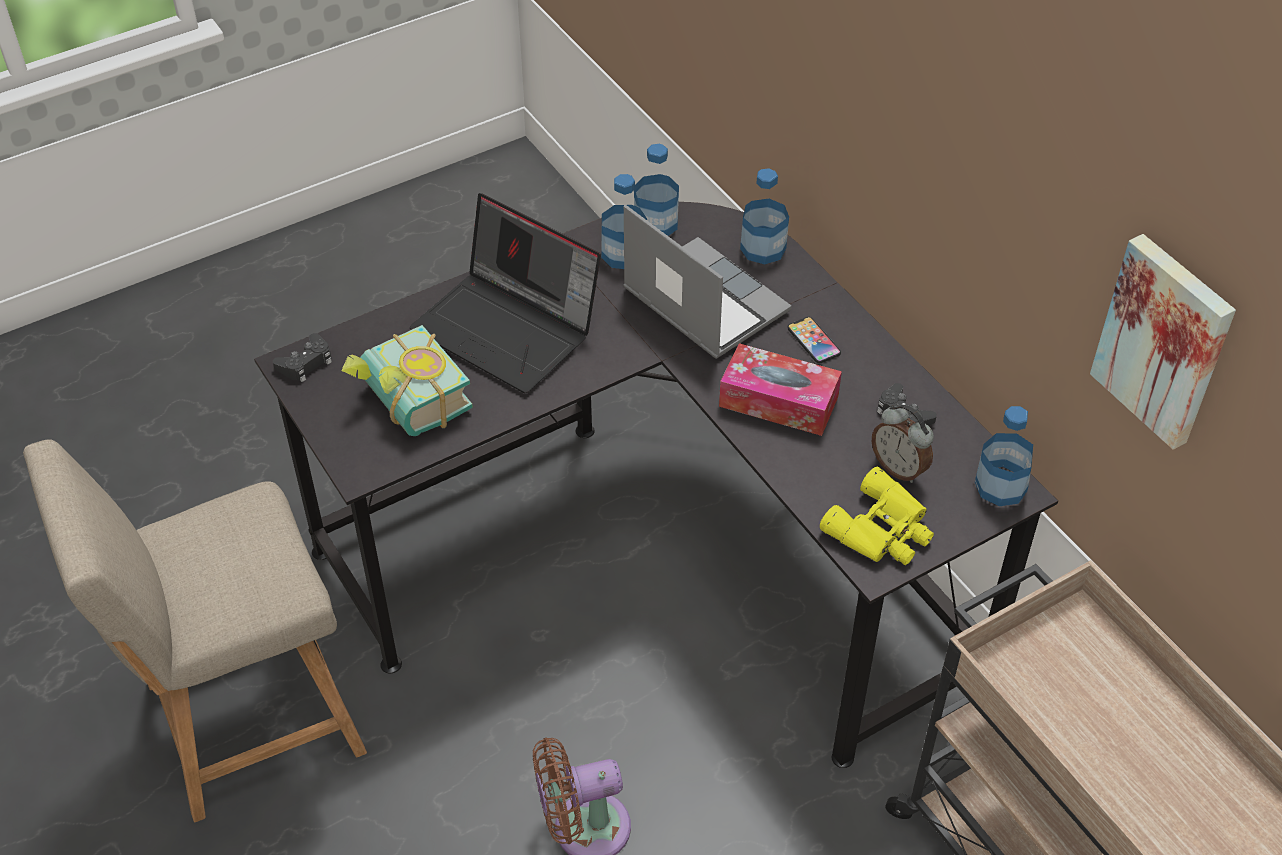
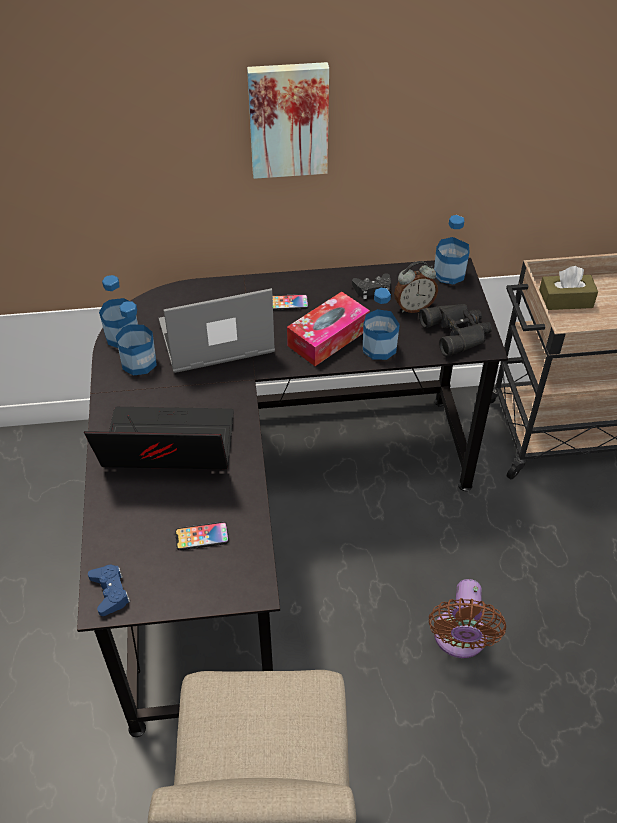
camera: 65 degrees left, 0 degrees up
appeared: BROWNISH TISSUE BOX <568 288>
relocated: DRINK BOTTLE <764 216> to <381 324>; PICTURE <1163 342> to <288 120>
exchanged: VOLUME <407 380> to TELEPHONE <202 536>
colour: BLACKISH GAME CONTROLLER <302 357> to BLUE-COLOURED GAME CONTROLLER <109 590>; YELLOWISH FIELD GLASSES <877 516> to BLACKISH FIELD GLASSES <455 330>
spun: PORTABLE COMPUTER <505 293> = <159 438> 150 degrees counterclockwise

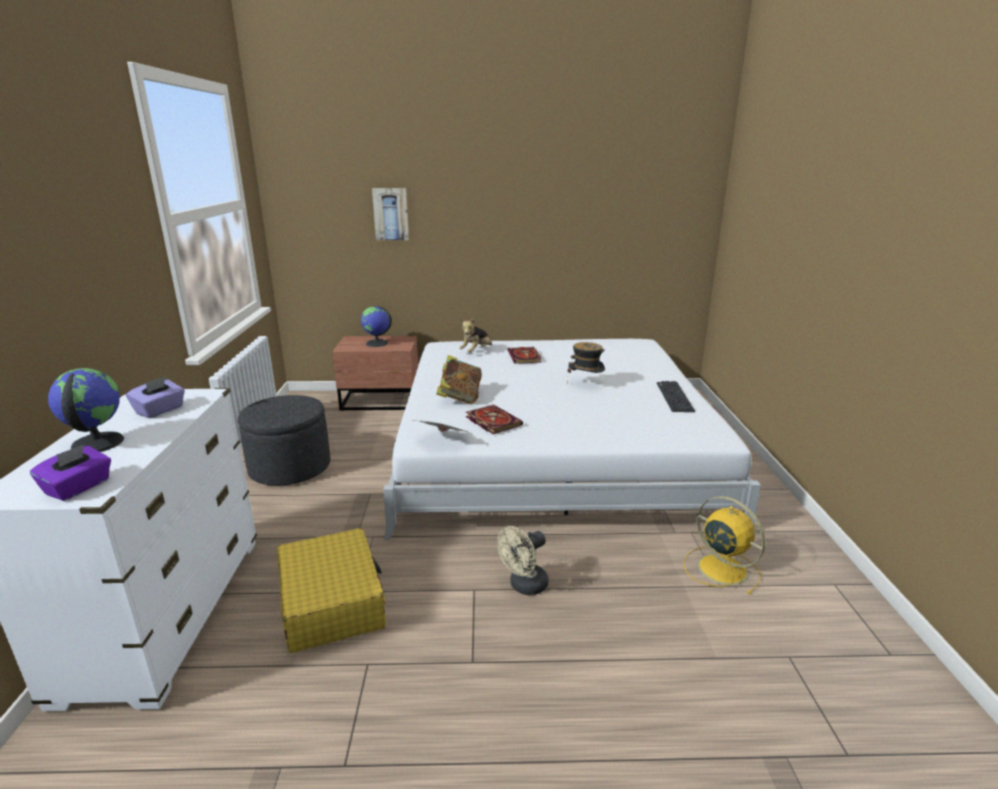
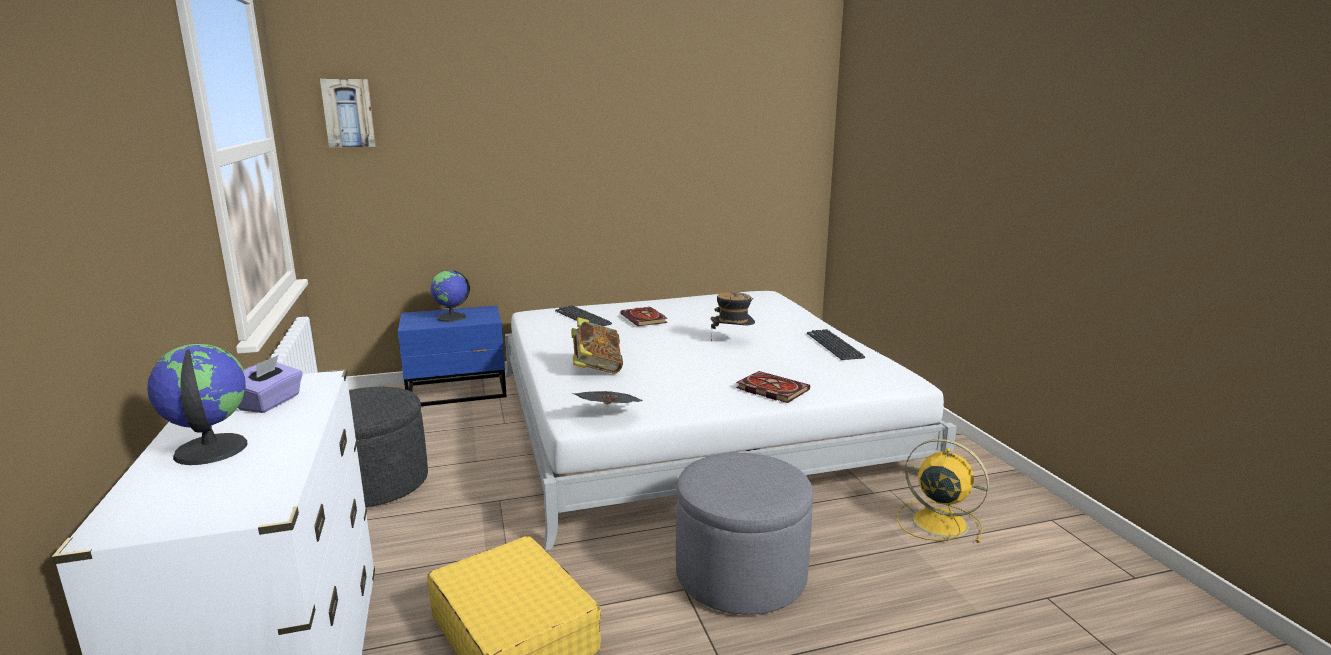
camera: 15 degrees left, 5 degrees down
missing: PURPLE TISSUE BOX <70 472>
relocated: PICTURE <390 214> to <348 113>; VOLUME <494 419> to <773 387>
exchanged: CUDDLY TOY <475 335> to COMPUTER KEYBOARD <583 315>; BEIGE-COLOURED ELECTRIC FAN <523 560> to GREY POUFFE <744 534>
colour: BROWNISH NIGHTSTAND <375 373> to BLUE-COLOURED NIGHTSTAND <452 356>

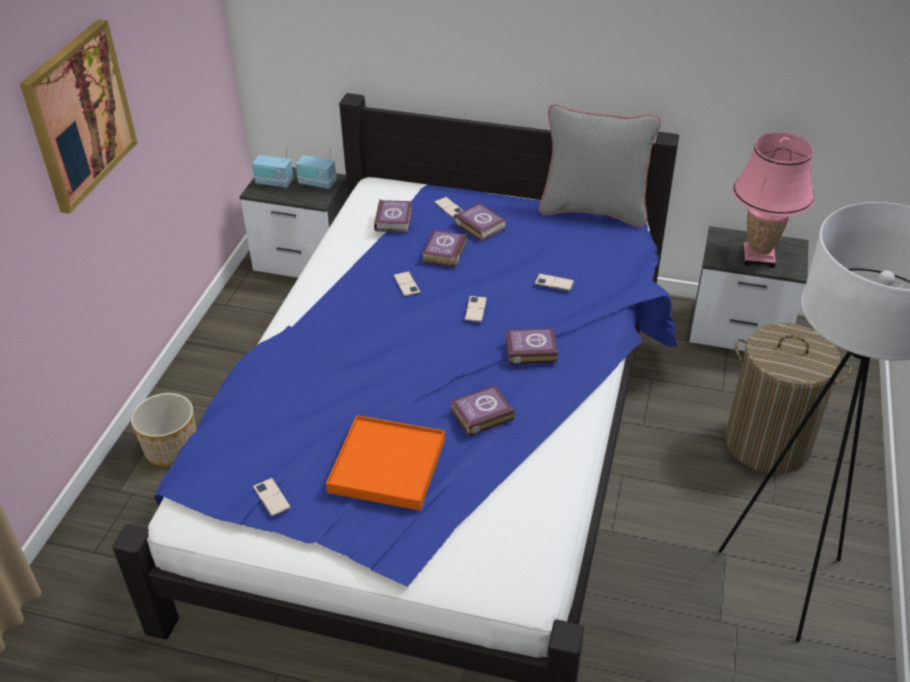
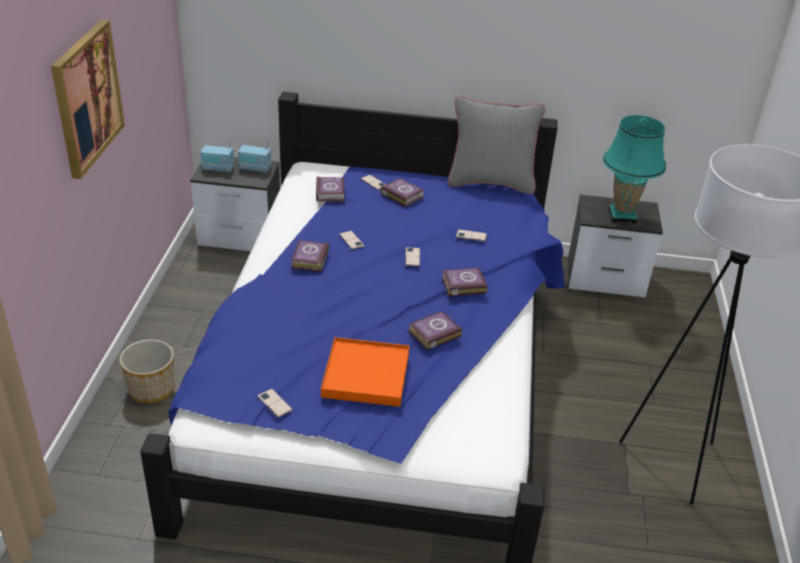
camera: 10 degrees left, 5 degrees down
missing: LAUNDRY BASKET <788 398>
relocated: VOLUME <444 248> to <310 256>
colour: PINK-COLOURED TABLE LAMP <773 200> to TURQUOISE-COLOURED TABLE LAMP <634 169>

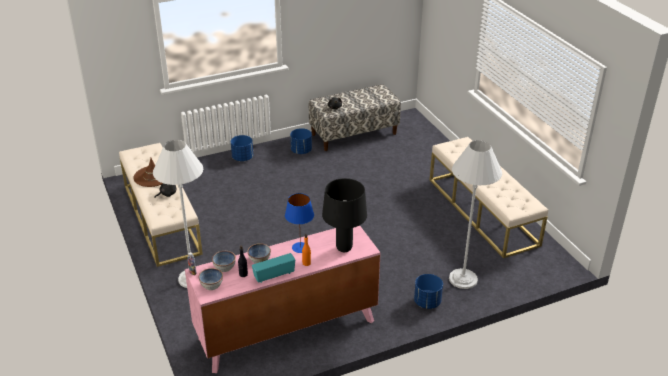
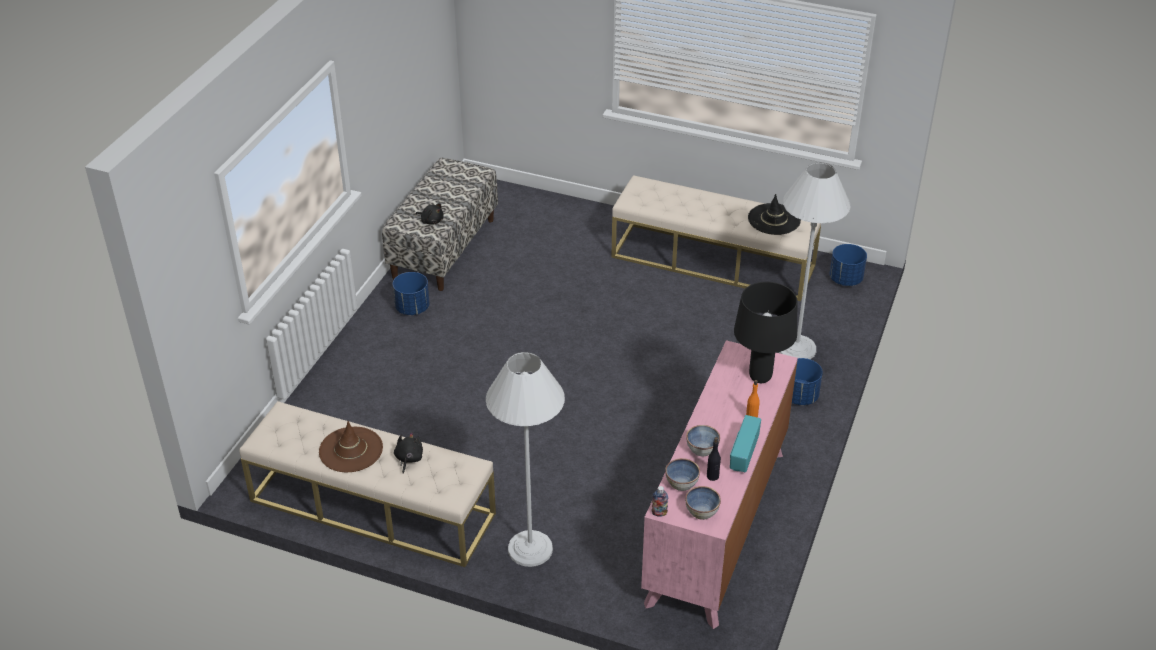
camera: 45 degrees left, 5 degrees up
missing: BLUE-COLOURED TABLE LAMP <299 223>
appeared: BLACKISH CLOTHING HAT <774 214>
relocated: BLUE-COLOURED PLANT POT <242 148> to <848 265>

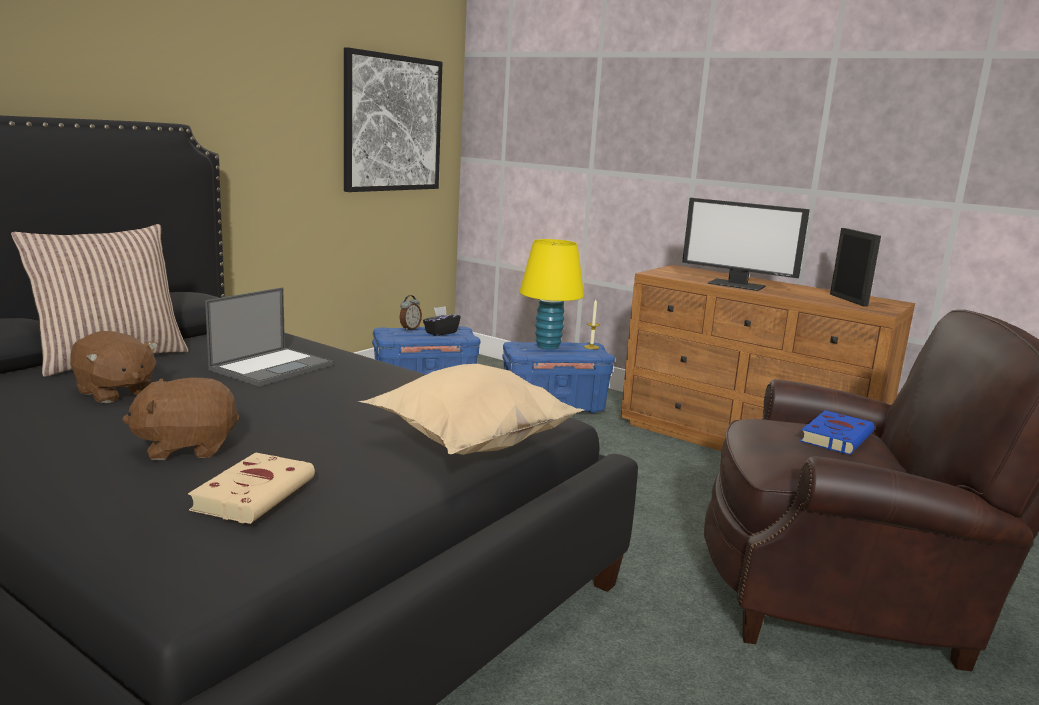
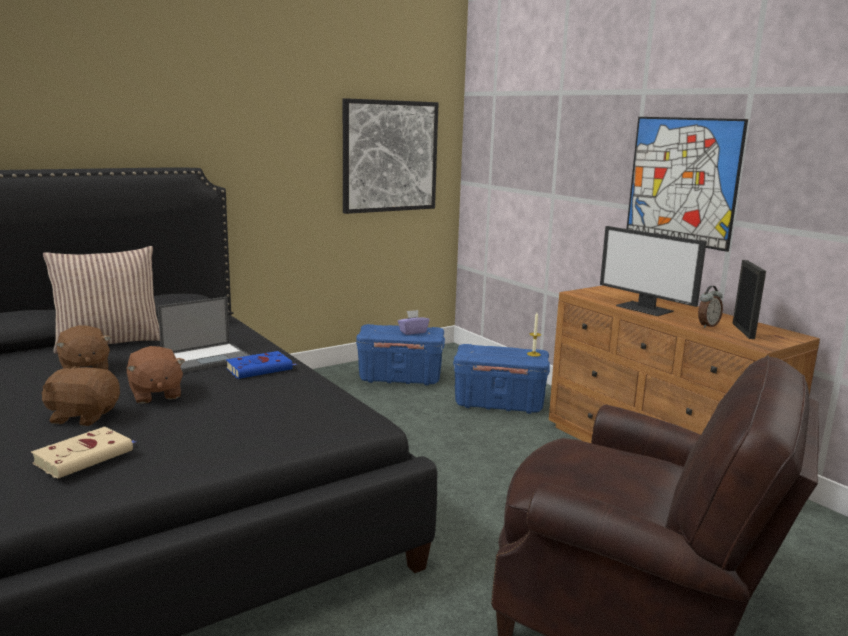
camera: 20 degrees right, 0 degrees up
missing: BEIGE-COLOURED PILLOW <471 409>; YELLOWISH TABLE LAMP <551 294>
appeared: BROWNISH CUDDLY TOY <155 375>; PICTURE <687 184>
relocated: ALARM CLOCK <411 313> to <710 307>; BLUE-COLOURED VOLUME <837 432> to <262 365>
colour: BLACKISH TISSUE BOX <442 321> to PURPLE TISSUE BOX <413 322>

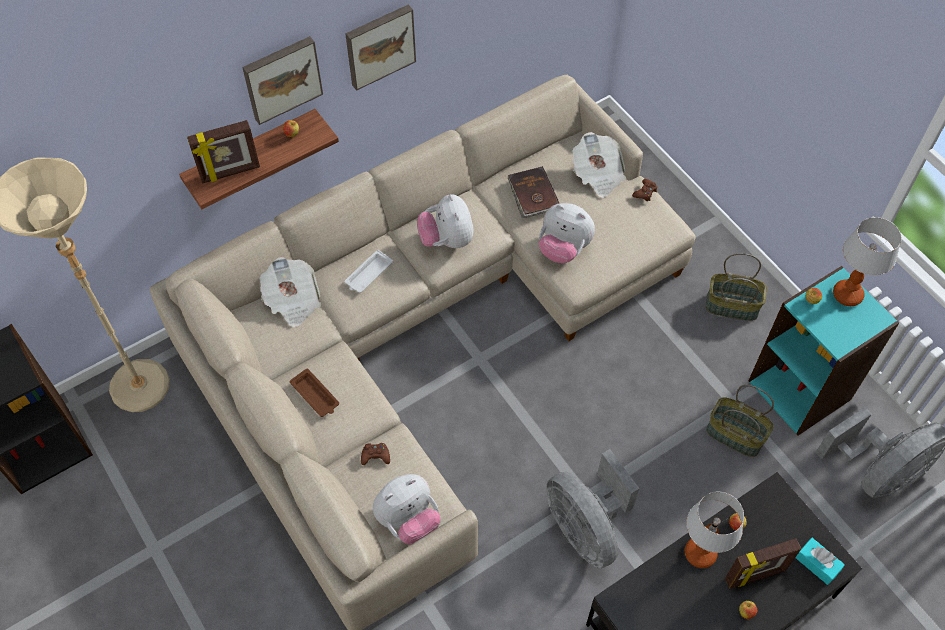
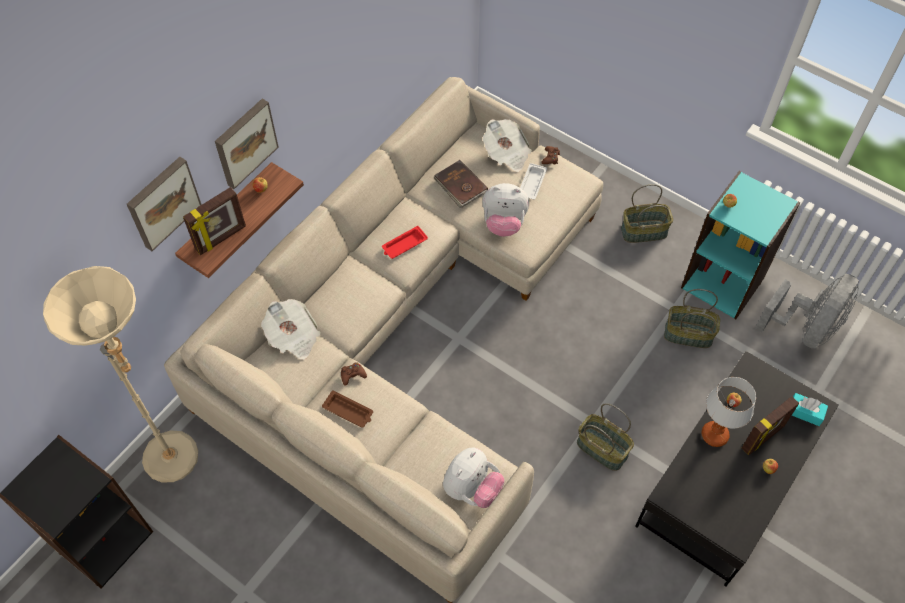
camera: 20 degrees left, 0 degrees up
missing: TABLE LAMP <867 261>
relocated: PICTURE <380 48> to <164 204>; WHITE TRAY <369 271> to <533 181>; BROWNISH GAME CONTROLLER <375 454> to <354 374>
exchanged: CUDDLY TOY <445 221> to RED TRAY <405 242>; GREY ELECTRIC FAN <592 509> to BASKET <605 437>

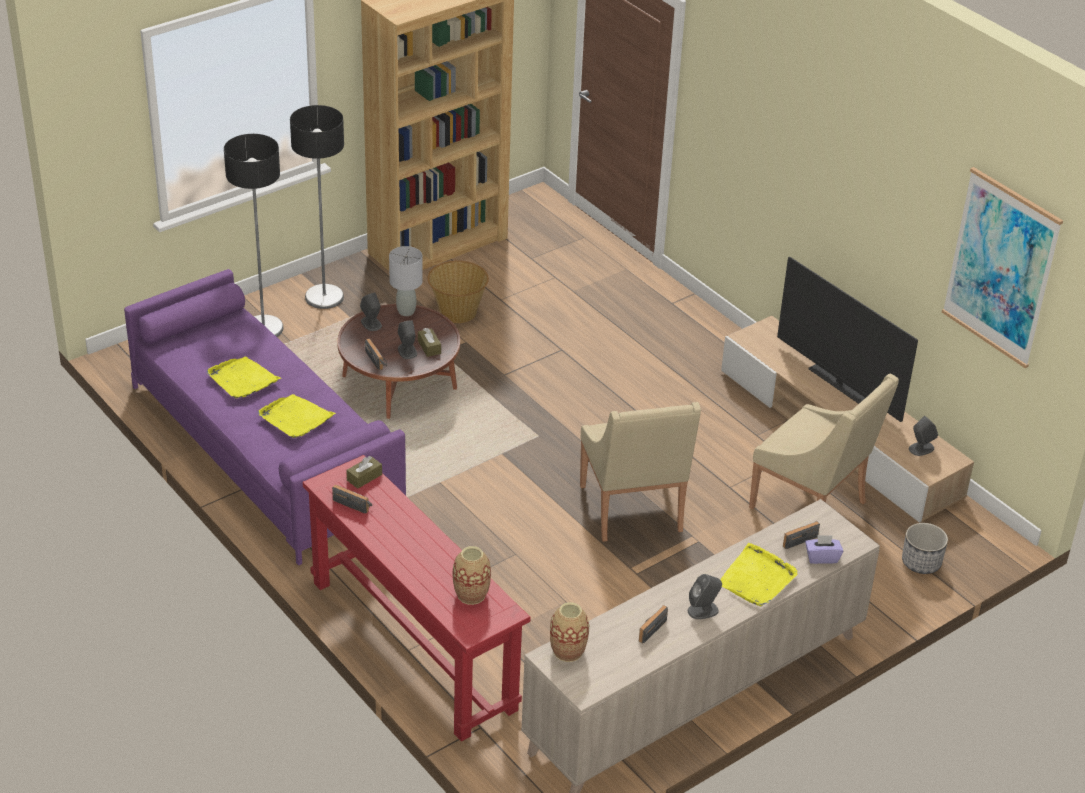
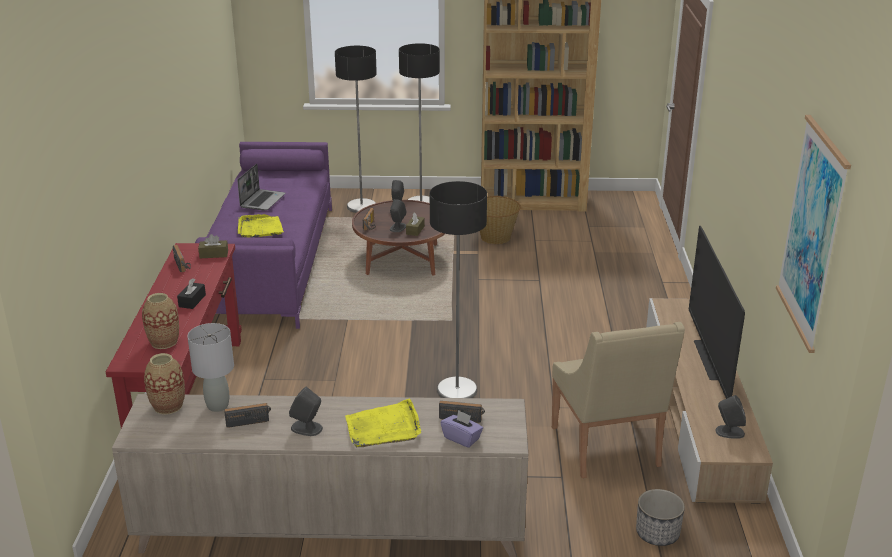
camera: 40 degrees right, 10 degrees down
appeared: BLACKISH TISSUE BOX <191 293>
relocated: GREY TABLE LAMP <406 281> to <210 367>
exchanged: YELLOWISH TRAY <244 377> to PORTABLE COMPUTER <261 187>; BEIGE-COLOURED ARMCHAIR <640 472> to FLOOR LAMP <458 289>

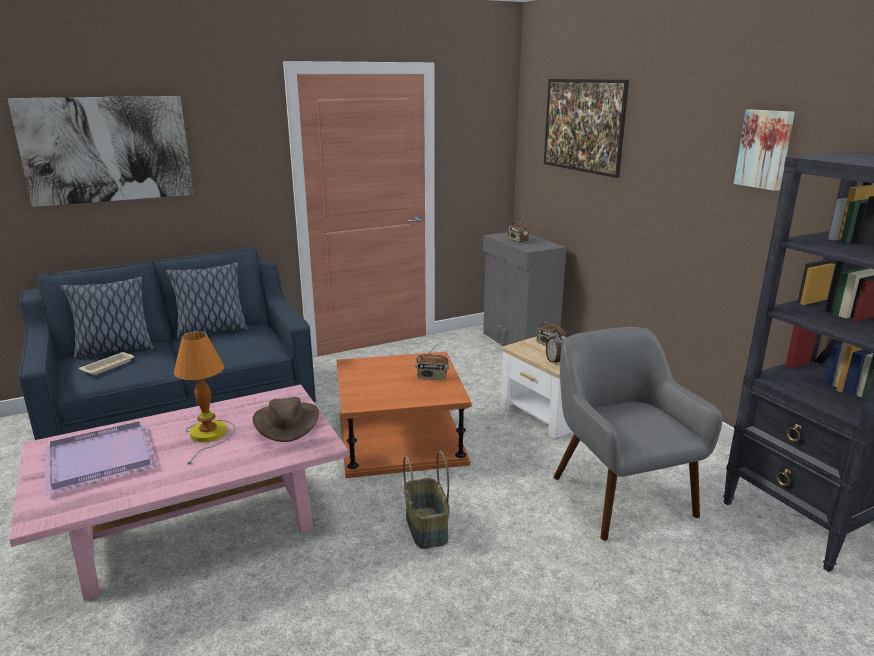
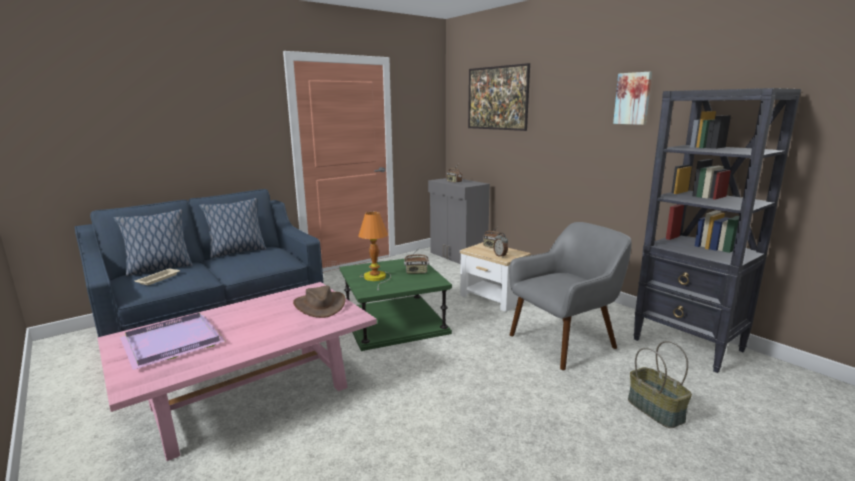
camera: 10 degrees left, 5 degrees down
missing: PICTURE <100 151>
relocated: TABLE LAMP <204 398> to <375 251>; BASKET <426 500> to <660 384>
colour: ORANGE-COLOURED END TABLE <404 415> to GREENISH END TABLE <396 304>
spun: GREY ARMCHAIR <638 434> = <570 296> 90 degrees clockwise

